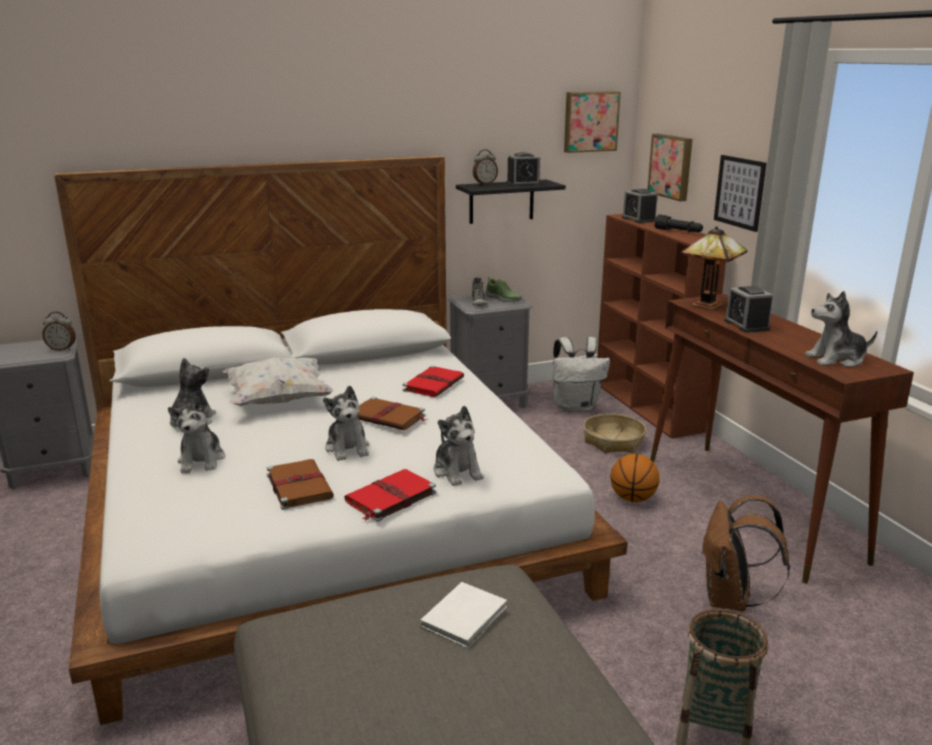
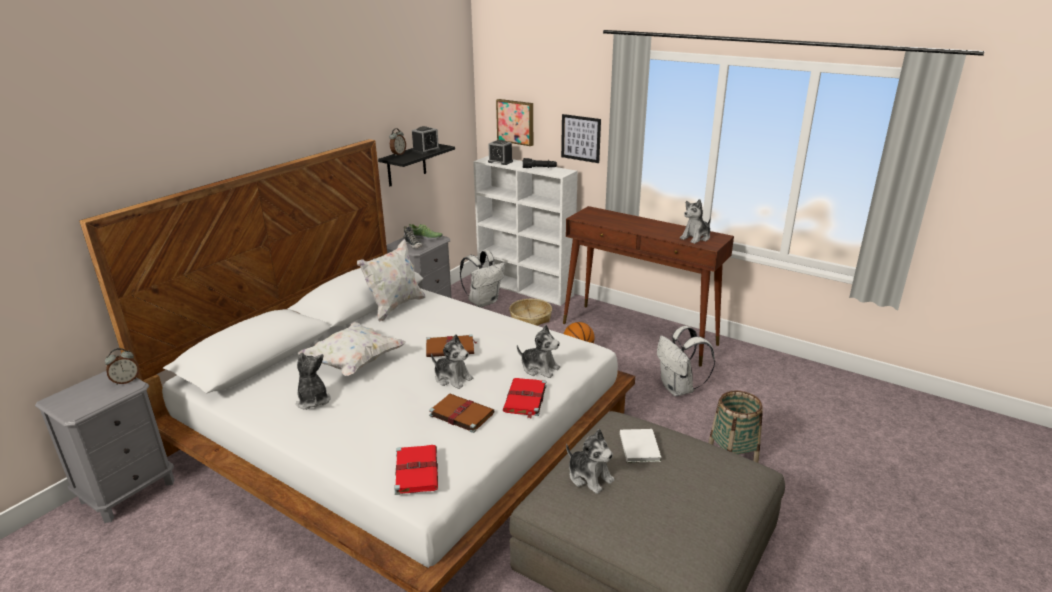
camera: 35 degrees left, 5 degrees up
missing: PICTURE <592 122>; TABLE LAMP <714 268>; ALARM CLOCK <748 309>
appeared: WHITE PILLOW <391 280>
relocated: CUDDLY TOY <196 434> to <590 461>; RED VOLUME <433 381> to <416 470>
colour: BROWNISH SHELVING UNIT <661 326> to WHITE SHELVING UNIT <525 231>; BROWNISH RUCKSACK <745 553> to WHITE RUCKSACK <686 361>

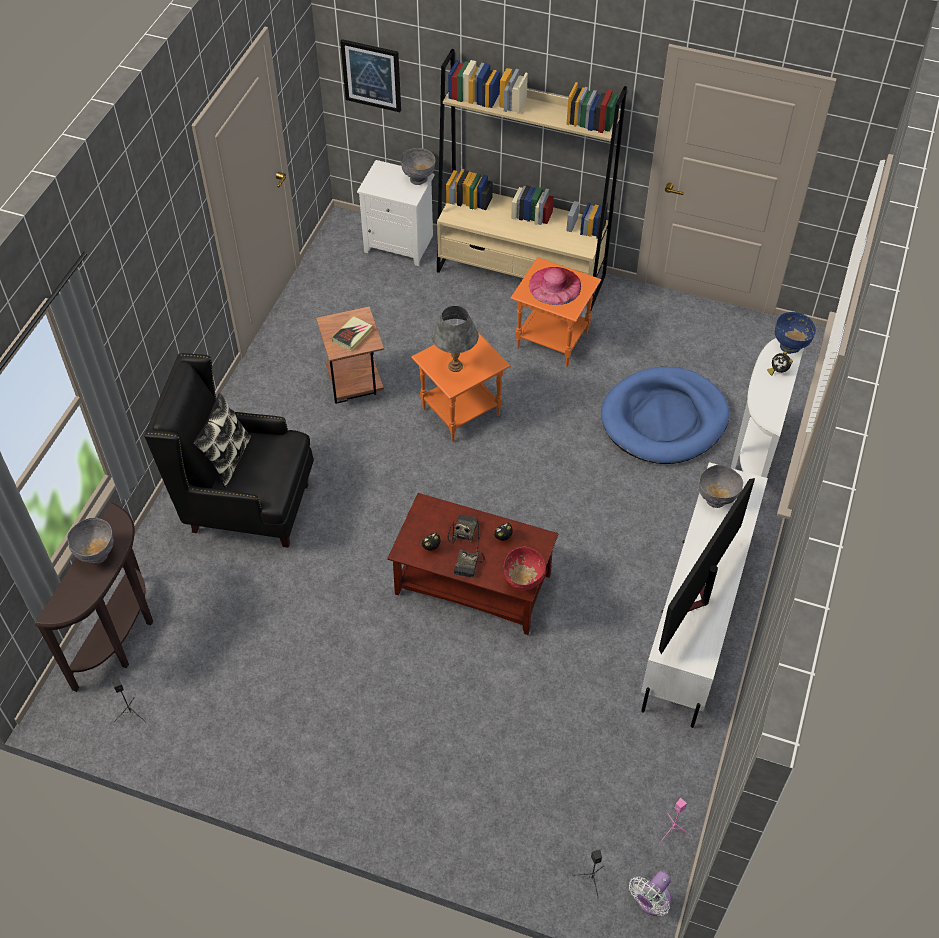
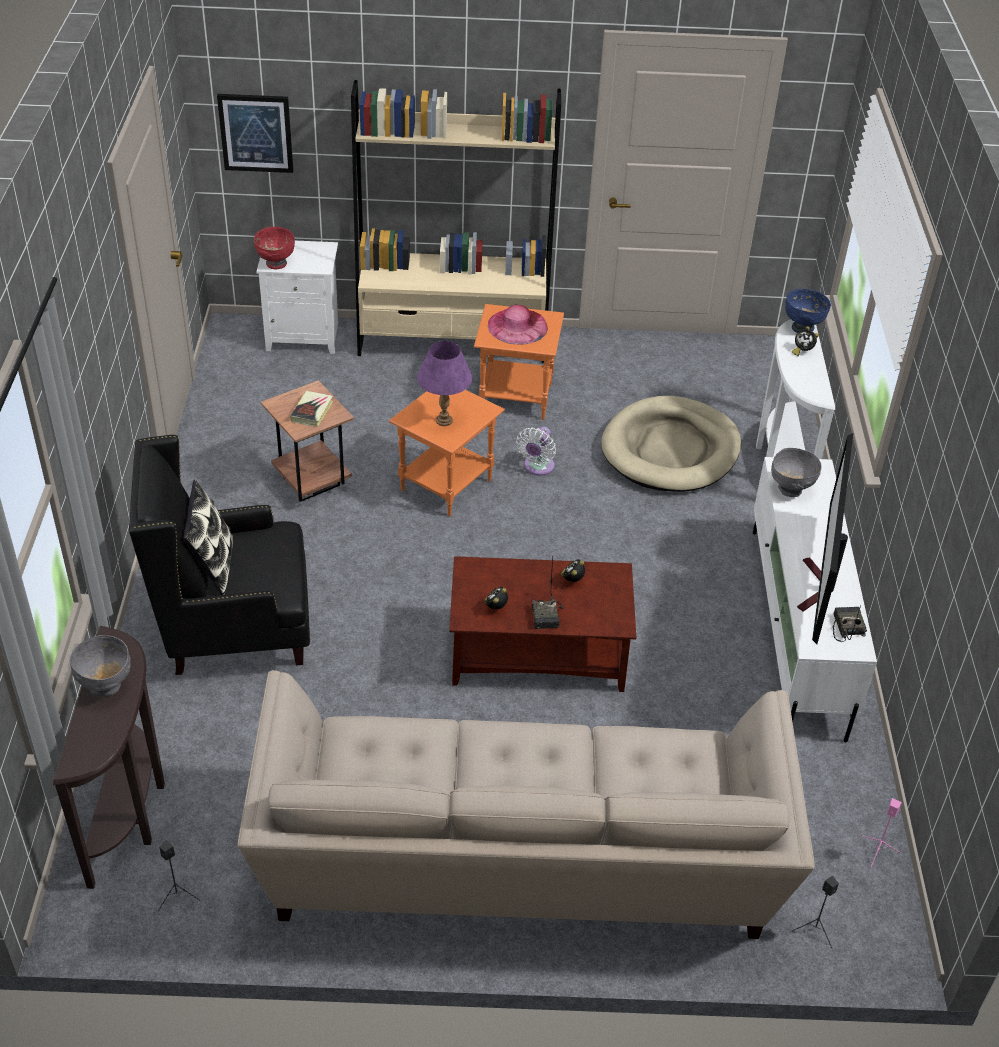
camera: 20 degrees left, 10 degrees down
missing: GREY SERVING BOWL <418 166>
appeared: BEIGE-COLOURED SOFA <526 804>
relocated: RADIO <463 528> to <850 624>; RED SERVING BOWL <525 569> to <274 248>; WHITE ELECTRIC FAN <650 893> to <536 451>
colour: GREY TABLE LAMP <455 339> to PURPLE TABLE LAMP <444 383>; BLUE-COLOURED PET BED <665 415> to BEIGE-COLOURED PET BED <671 444>

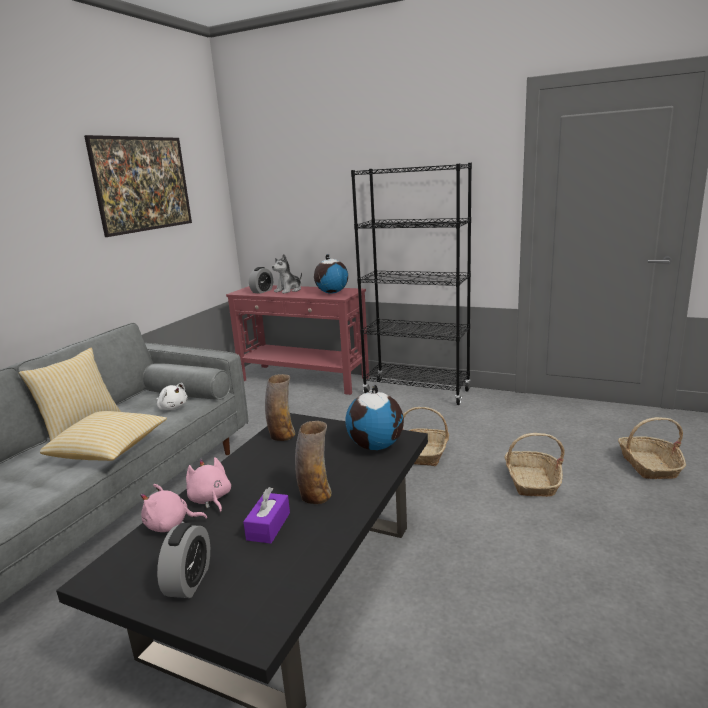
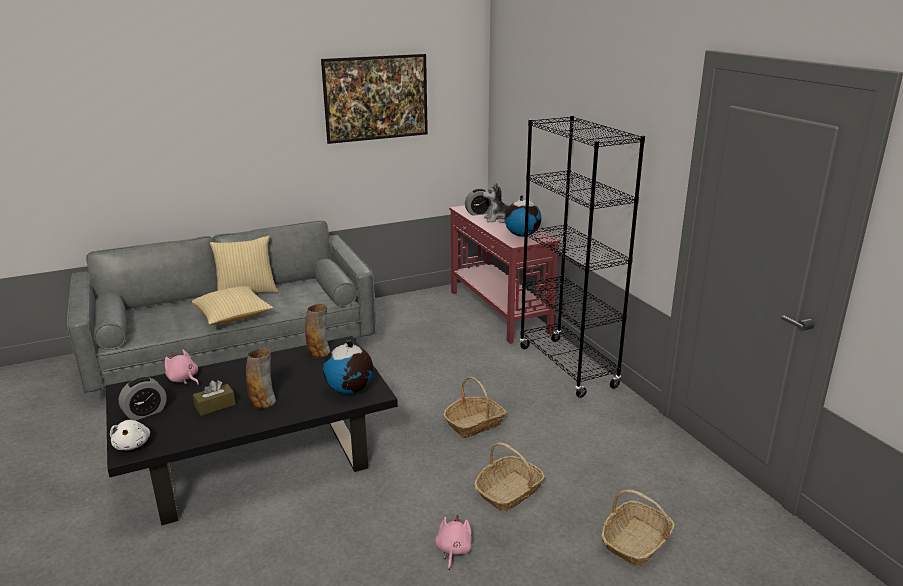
camera: 40 degrees right, 5 degrees up
relocated: WHITE CUDDLY TOY <172 396> to <130 435>; PINK-COLOURED CUDDLY TOY <208 485> to <453 542>
colour: PURPLE TISSUE BOX <266 515> to BROWNISH TISSUE BOX <214 398>

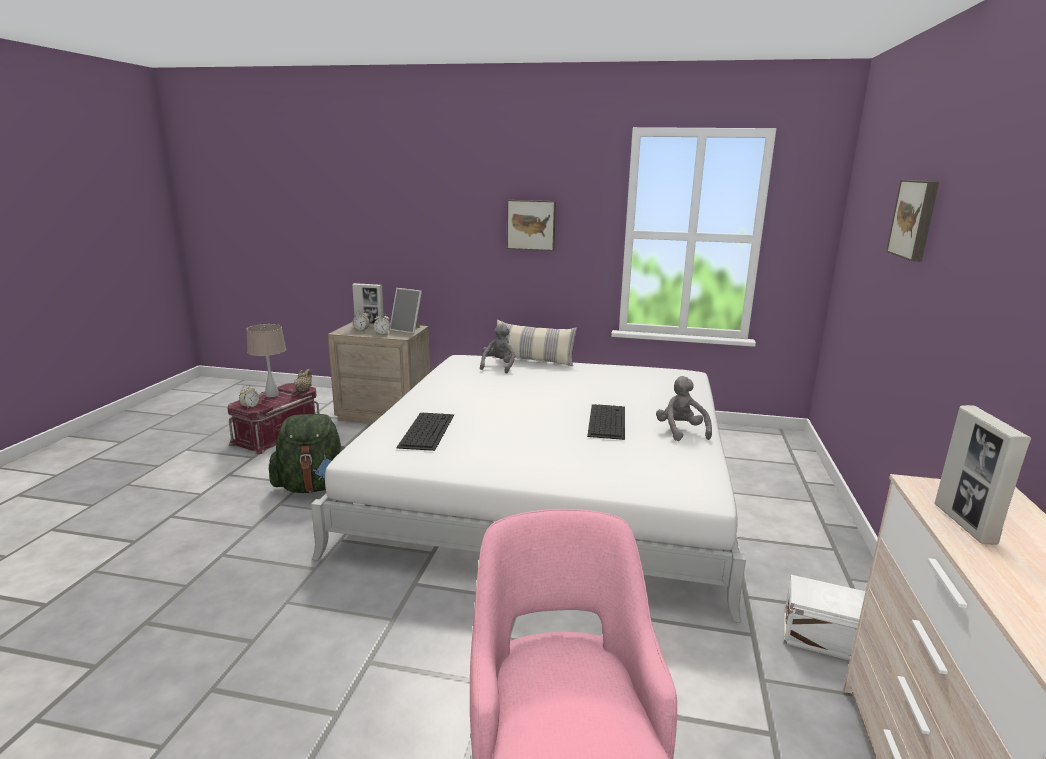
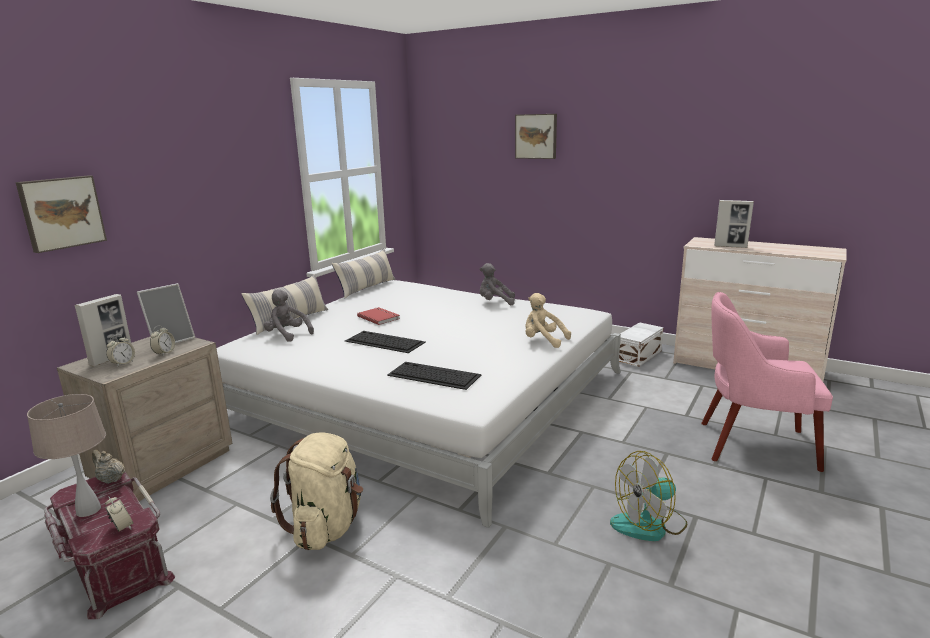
camera: 70 degrees left, 0 degrees up
appeared: PILLOW <364 273>; RED VOLUME <378 316>; BEIGE-COLOURED CUDDLY TOY <548 320>; ELECTRIC FAN <648 496>
relocated: PICTURE <531 225> to <61 214>; COMPUTER KEYBOARD <606 422> to <385 342>
colour: GREENISH RUCKSACK <307 453> to BEIGE-COLOURED RUCKSACK <316 491>

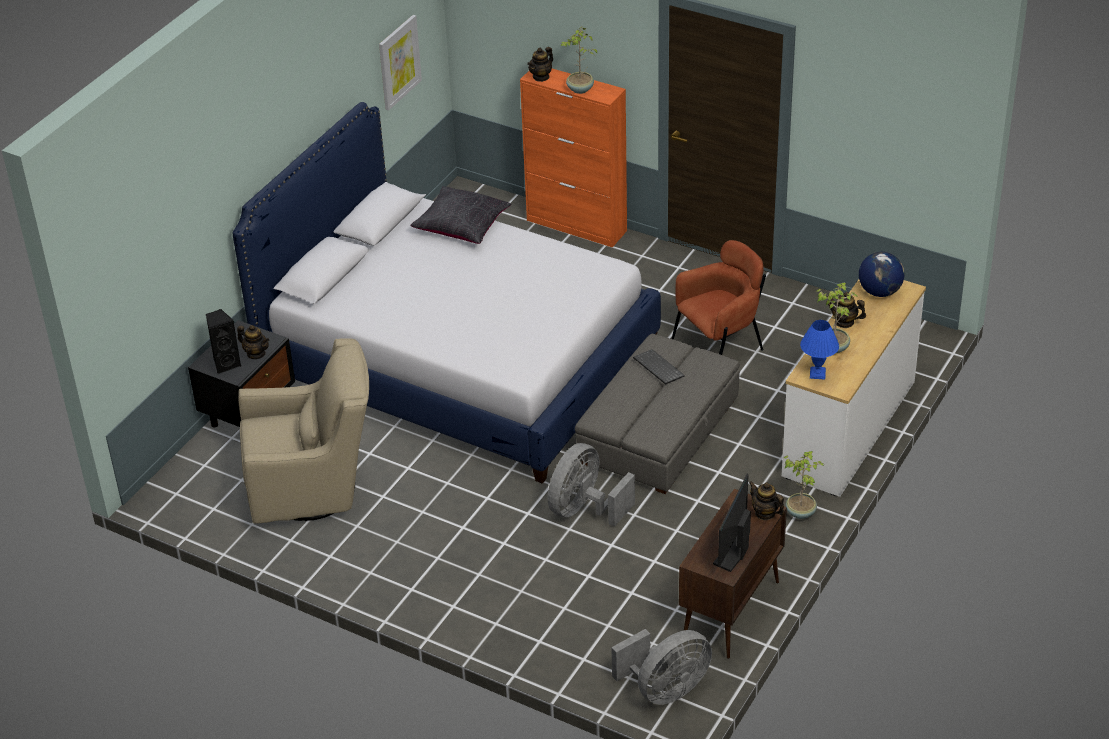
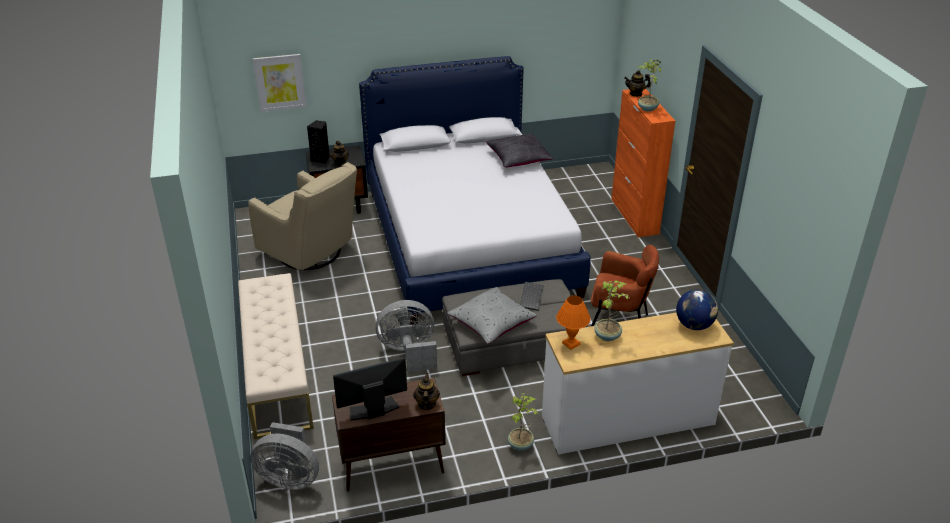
camera: 45 degrees right, 5 degrees down
missing: POT FOR TEA <846 310>
appeared: BEIGE-COLOURED INDOOR BENCH <276 356>; GREY PILLOW <492 315>
relocated: PICTURE <400 63> to <279 83>
colour: BLUE-COLOURED TABLE LAMP <819 349> to ORANGE-COLOURED TABLE LAMP <573 322>

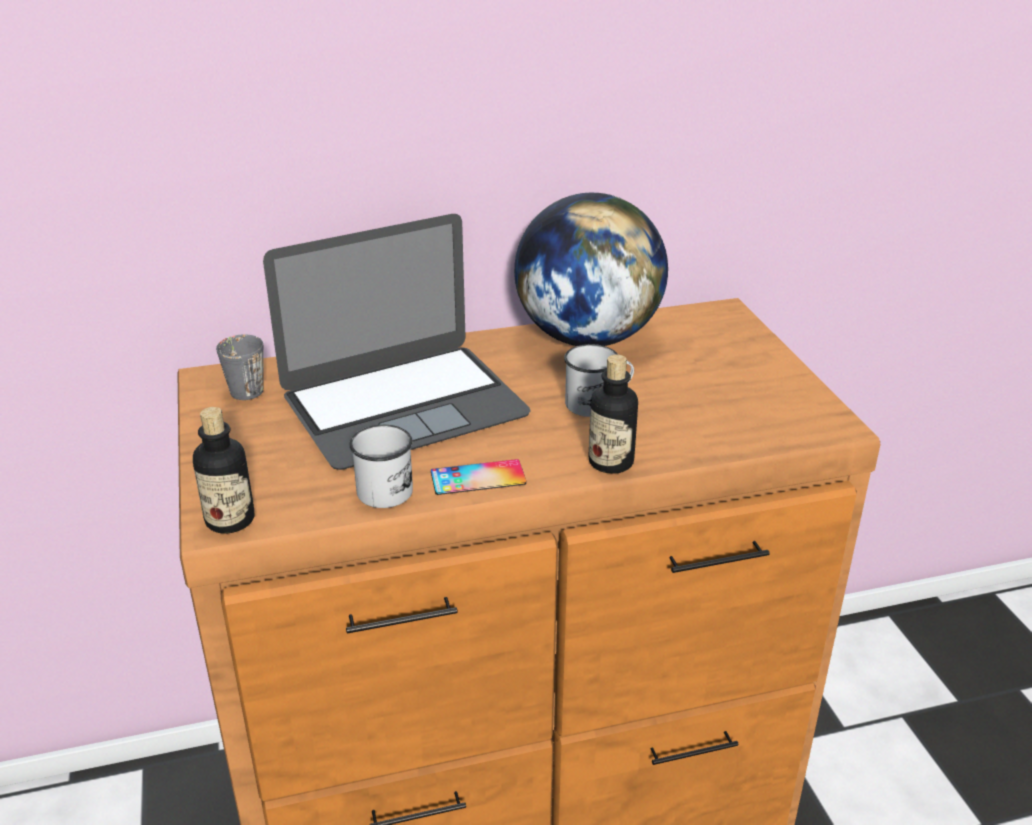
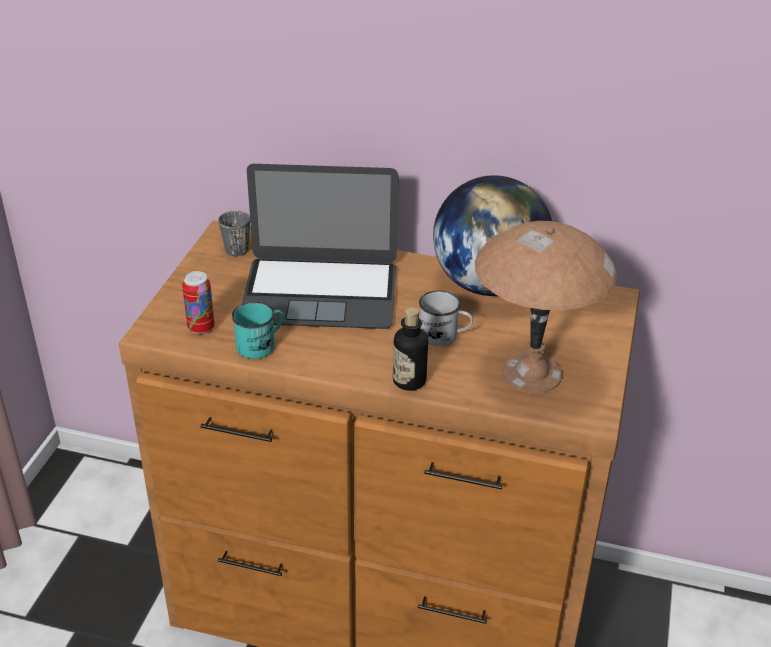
camera: 30 degrees right, 5 degrees up
missing: DRINK BOTTLE <223 470>; TELEPHONE <478 477>
appeared: METAL CAN <198 302>; BROWNISH TABLE LAMP <546 307>
colour: WHITE COFFEE MUG <381 466> to TURQUOISE-COLOURED COFFEE MUG <258 330>

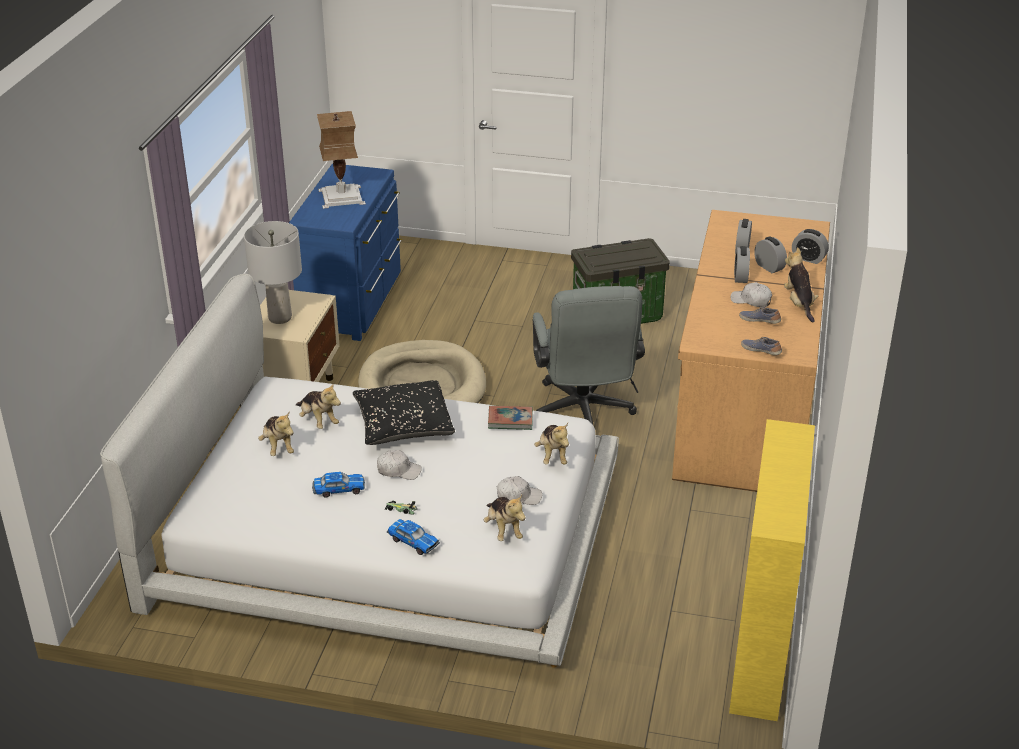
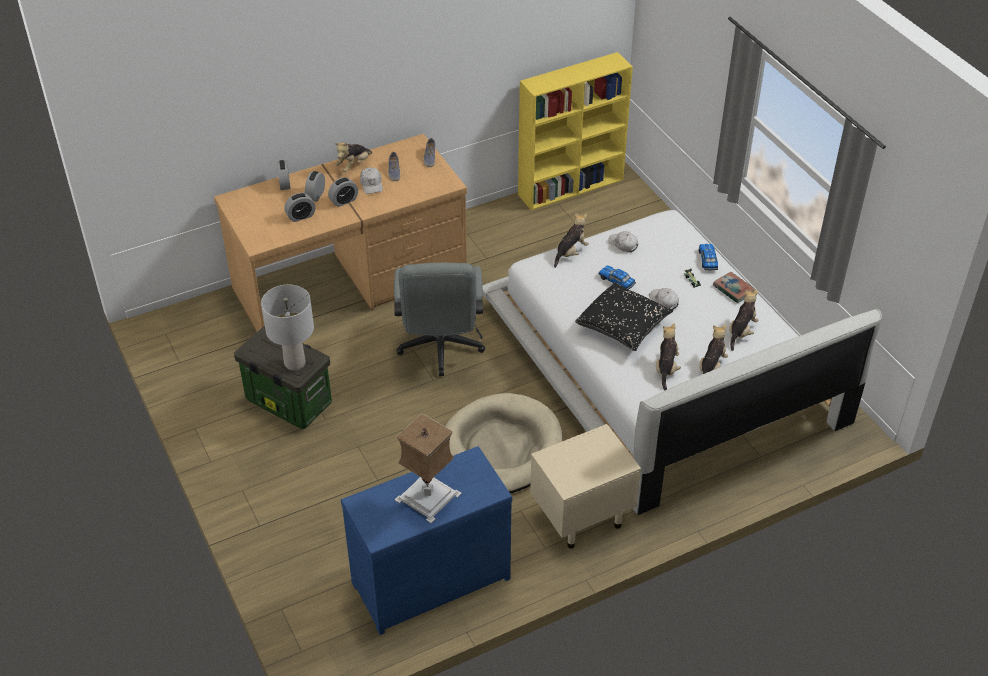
camera: 130 degrees left, 10 degrees up
relocated: GREY TABLE LAMP <273 272> to <287 327>; MINIATURE CAR <338 485> to <617 277>; CUDDLY TOY <504 518> to <743 320>; VOLUME <510 418> to <734 287>
spun: GREY DESK CHAIR <588 356> = <439 319> 135 degrees clockwise

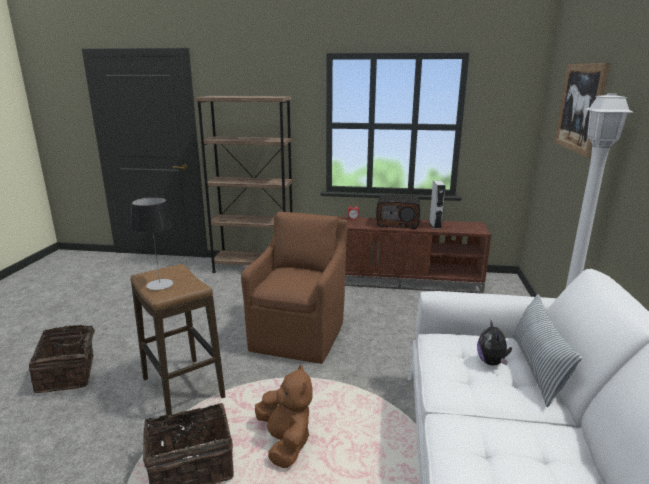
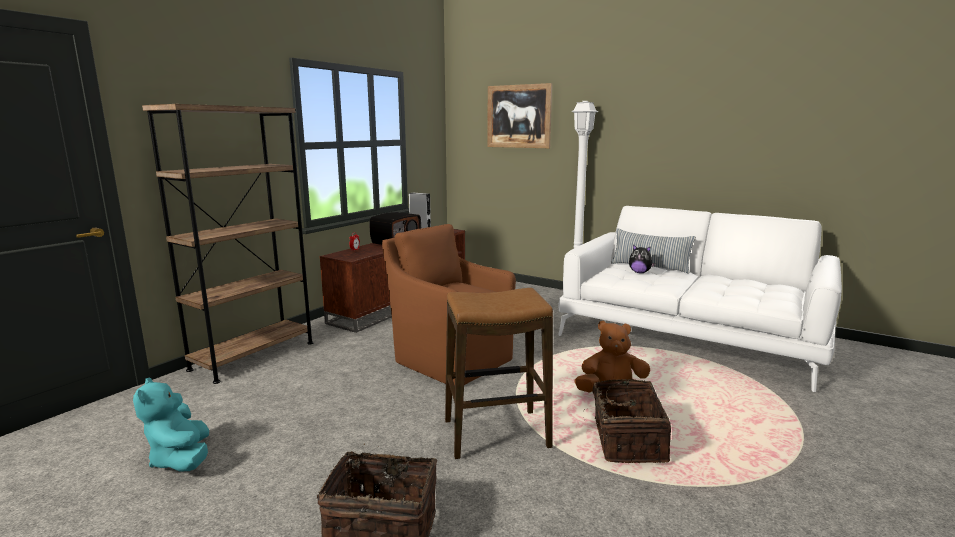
camera: 65 degrees left, 5 degrees down
missing: TABLE LAMP <152 243>
appeared: TURQUOISE-COLOURED CUDDLY TOY <171 424>

